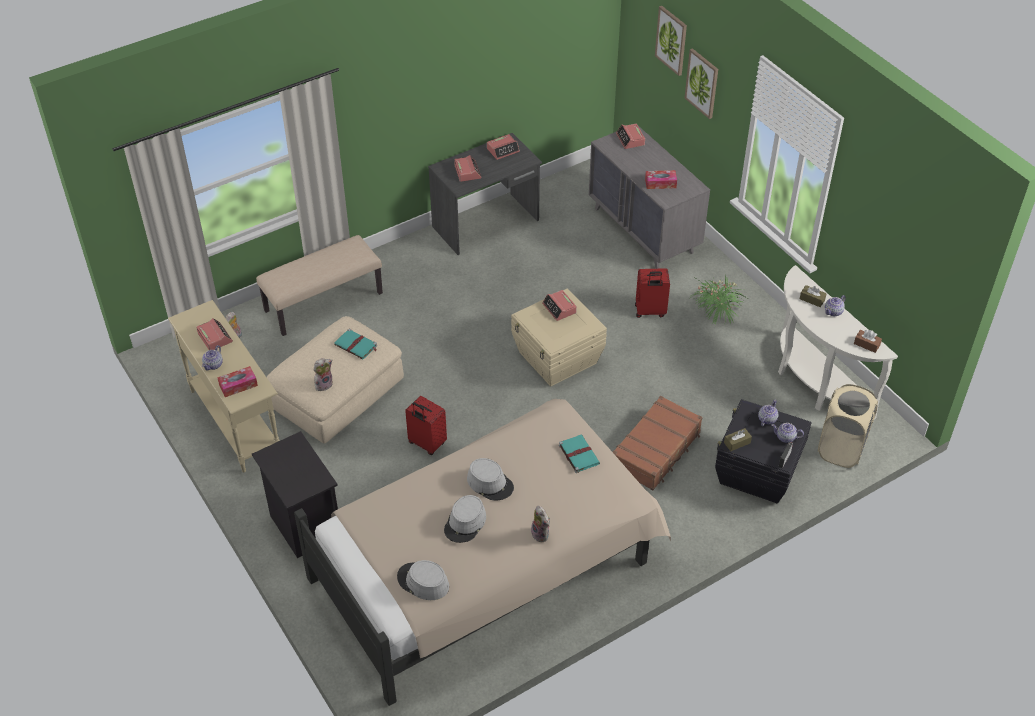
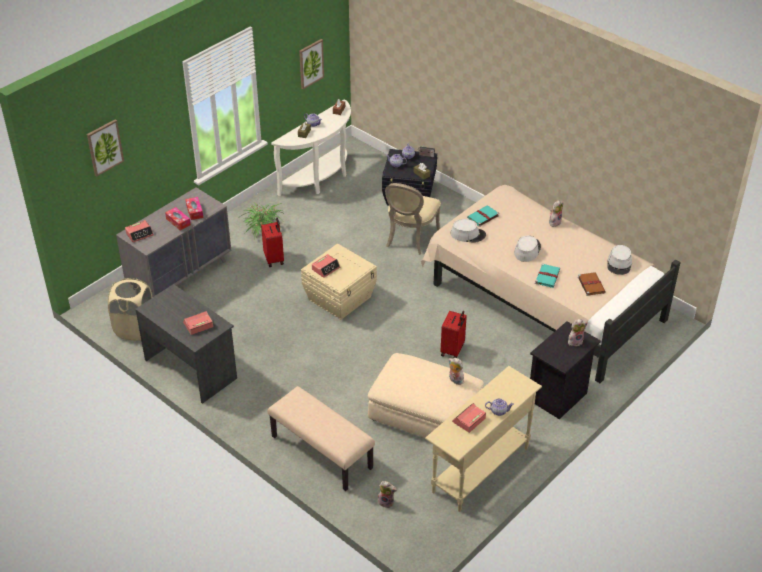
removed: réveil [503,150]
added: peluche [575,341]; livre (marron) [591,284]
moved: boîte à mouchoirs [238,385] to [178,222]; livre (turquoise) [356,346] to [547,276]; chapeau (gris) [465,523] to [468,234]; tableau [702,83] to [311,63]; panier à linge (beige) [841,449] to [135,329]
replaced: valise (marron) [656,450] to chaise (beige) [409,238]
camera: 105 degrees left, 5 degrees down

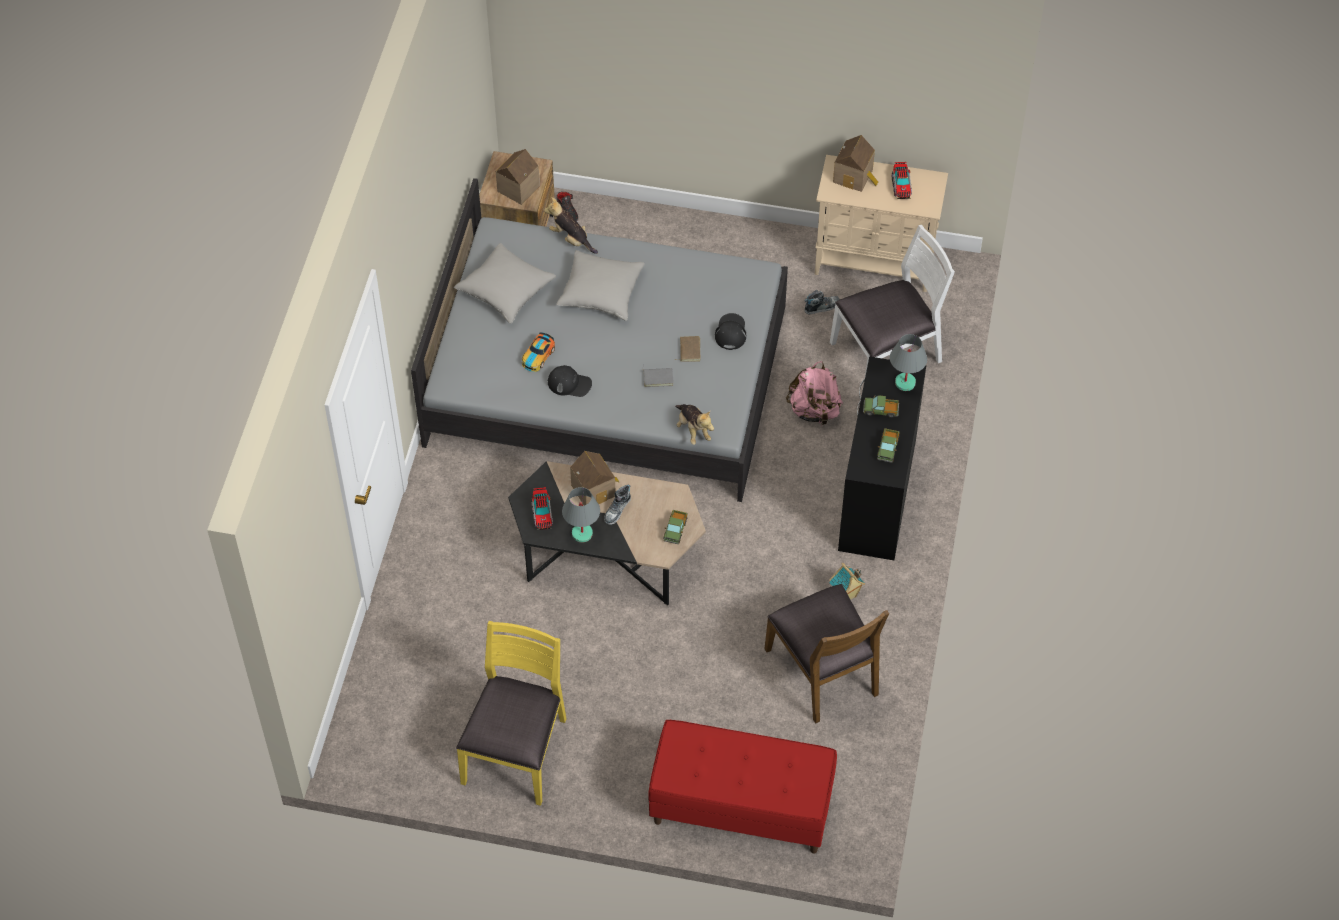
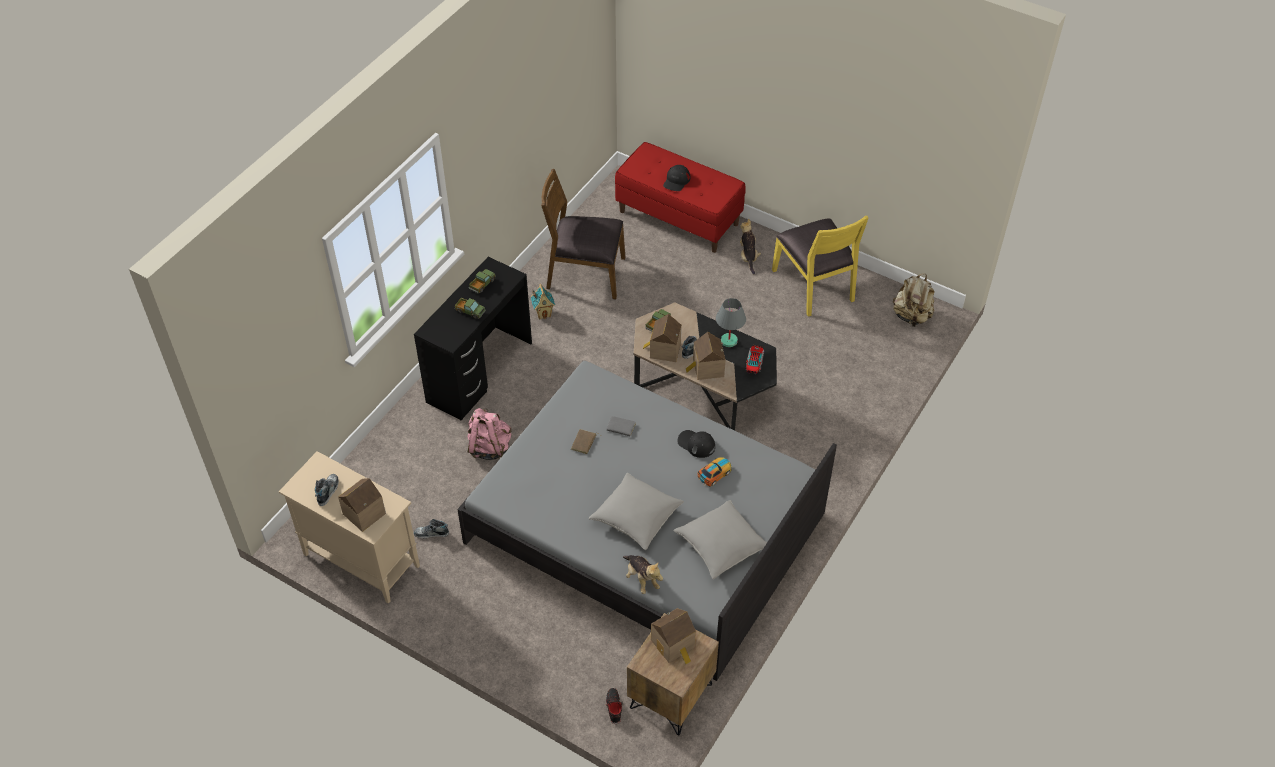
removed: chaise (blanc) [887,353]; lampe de table (gris) [904,382]
added: maison miniature [663,350]; sac à dos (beige) [911,316]
moved: peluche [693,430] to [748,256]; casquette (noir) [730,332] to [676,181]
replaced: camion jouet [901,185] to chaussure [328,491]
turned: chaise (jaune) [516,751] = [814,285] 60 degrees counterclockwise; chaise (marron) [823,671] = [585,274] 75 degrees counterclockwise
camera: 160 degrees left, 5 degrees down

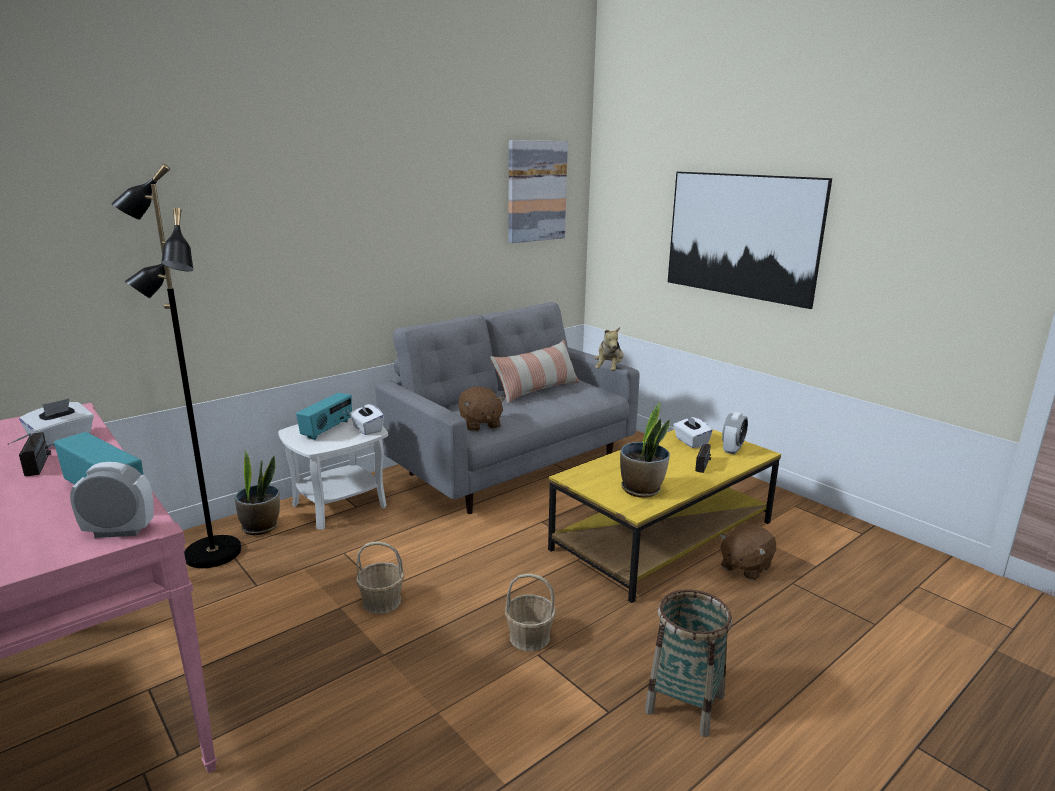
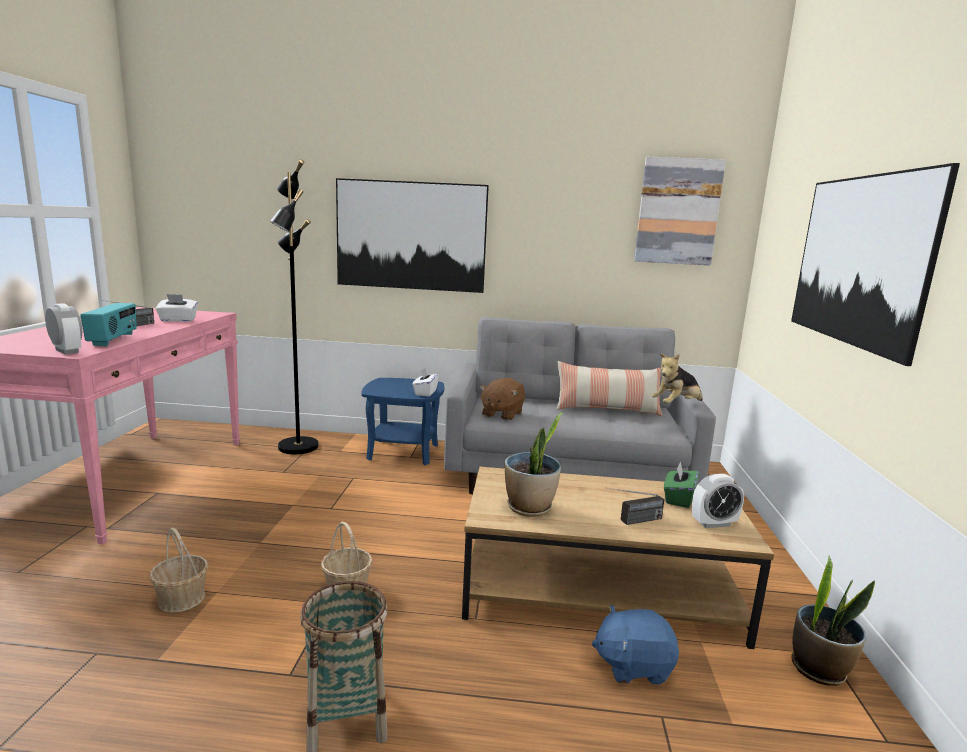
removed: radio [327,429]
added: tableau [411,236]
moved: plante en pot [261,527] to [819,669]; panier [382,602] to [181,599]
recoloured: table d'appoint (blanc) [339,505] to table d'appoint (bleu) [403,452]; table basse (jaune) [662,535] to table basse (marron) [598,590]; boîte à mouchoirs (blanc) [690,442] to boîte à mouchoirs (vert) [678,498]; peluche (marron) [745,566] to peluche (bleu) [633,665]
camera: 45 degrees right, 5 degrees down

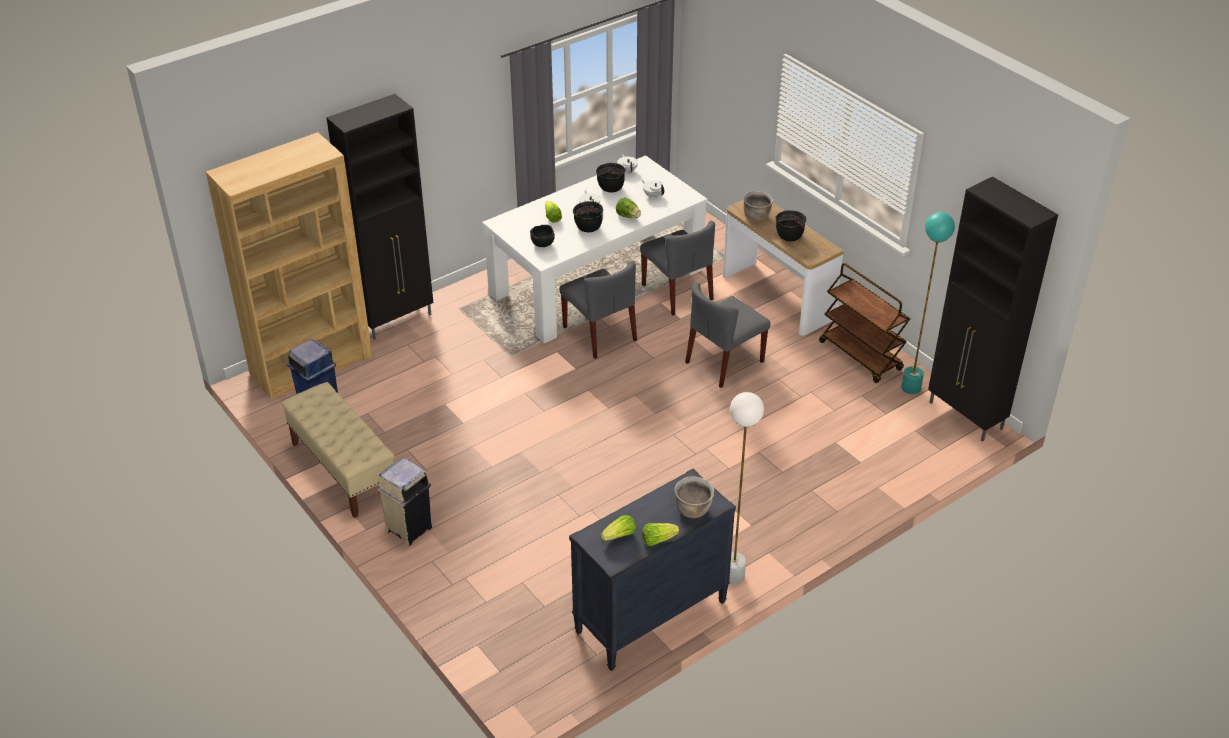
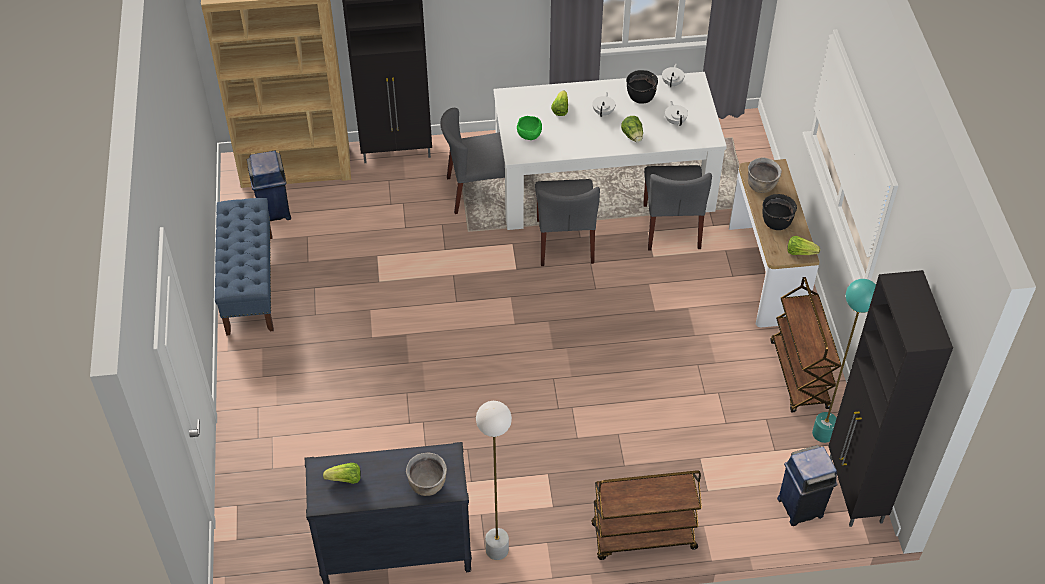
removed: poubelle (beige) [409,528]; marmite (noir) [588,228]
added: chariot (marron) [643,537]; poubelle (bleu) [801,507]
moved: laitue [658,539] to [800,252]; chaise (gris) [724,362] to [479,191]
recoloured: banc (beige) [343,470] to banc (bleu) [249,284]; bol (noir) [543,244] to bol (vert) [530,136]
camera: 30 degrees right, 10 degrees up

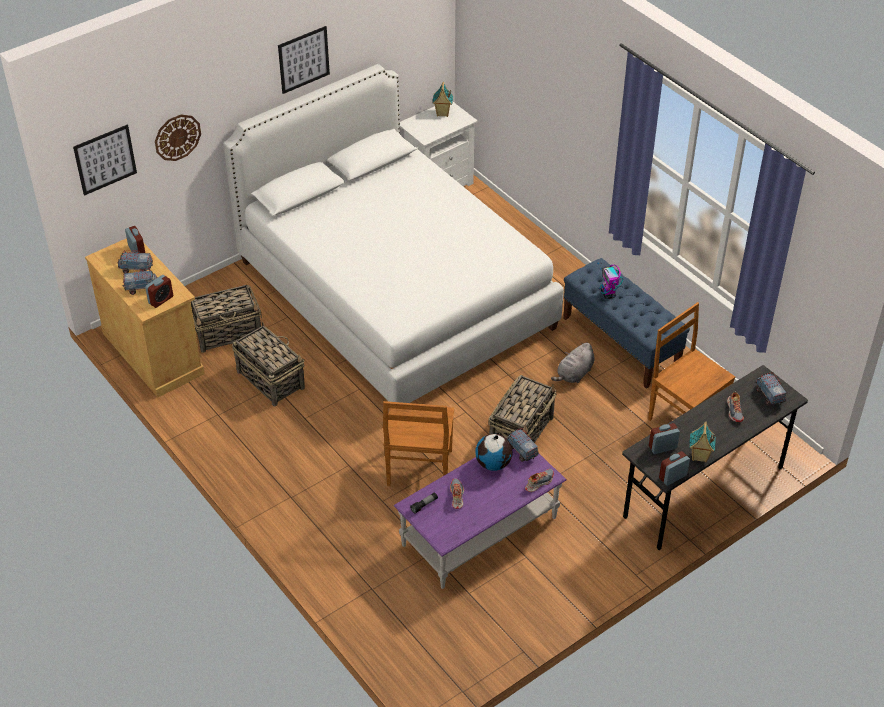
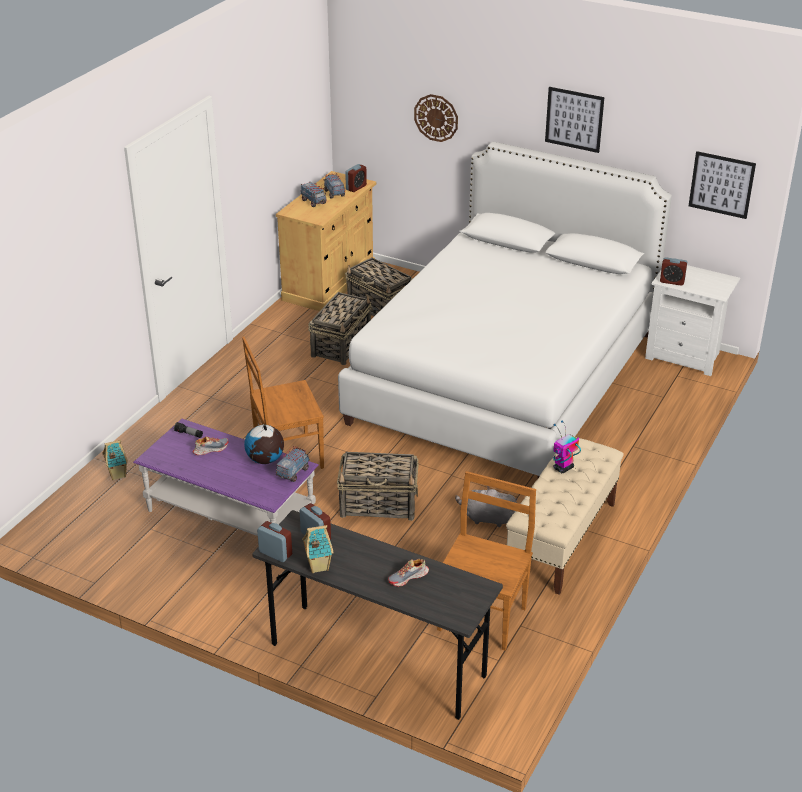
removed: chaussure [539,482]; camion jouet [769,395]
moved: tableau [105,159] to [721,184]; réveil [161,300] to [672,281]; maison miniature [442,113] to [117,474]
recoloured: banc (bleu) [621,343] to banc (beige) [562,539]
camera: 65 degrees right, 10 degrees down

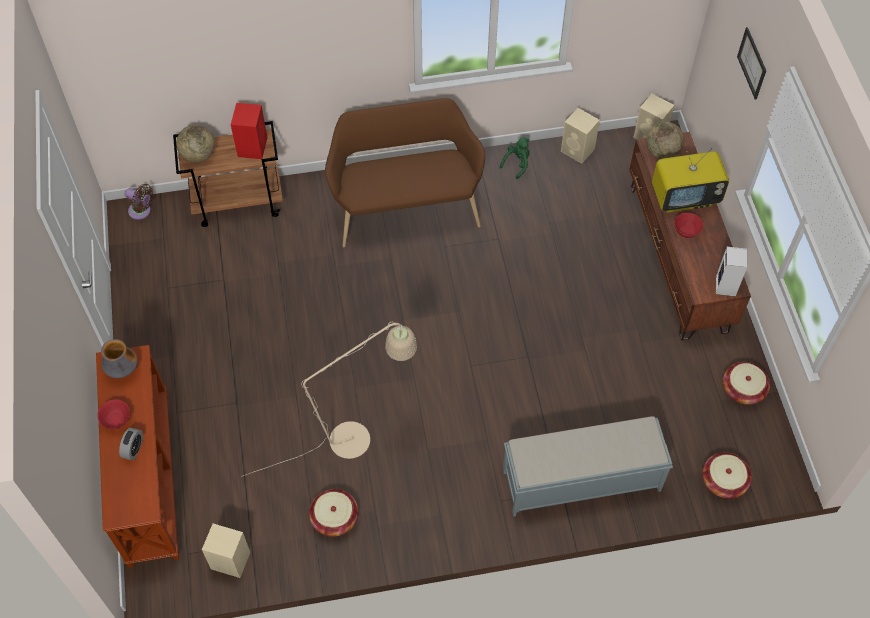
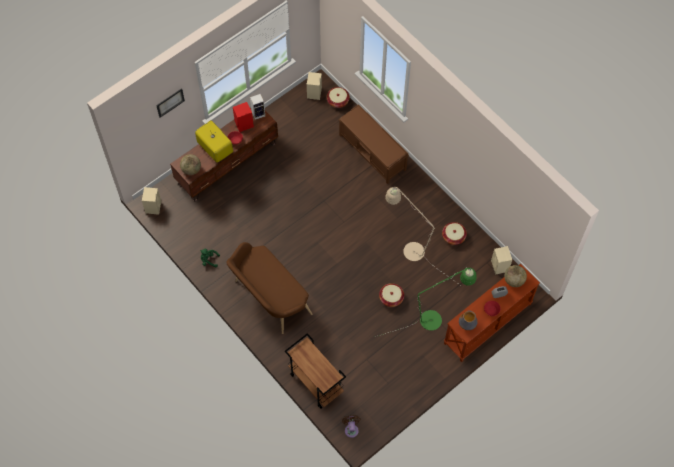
added: lampadaire (vert) [436,318]
moved: globe [198,155] to [514,280]; enceinte (rouge) [252,146] to [243,124]; enceinte (beige) [578,151] to [314,92]; panier [743,389] to [391,298]
recoloured: banc (gris) [580,480] to banc (marron) [373,152]
camera: 120 degrees left, 5 degrees up

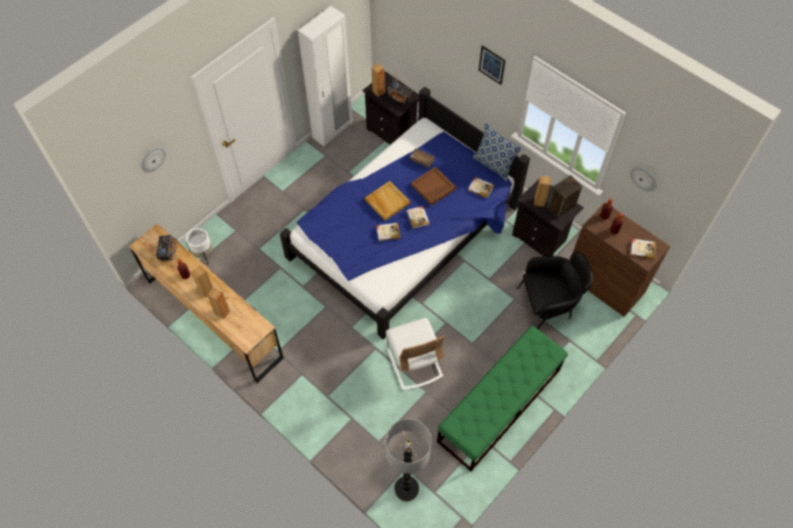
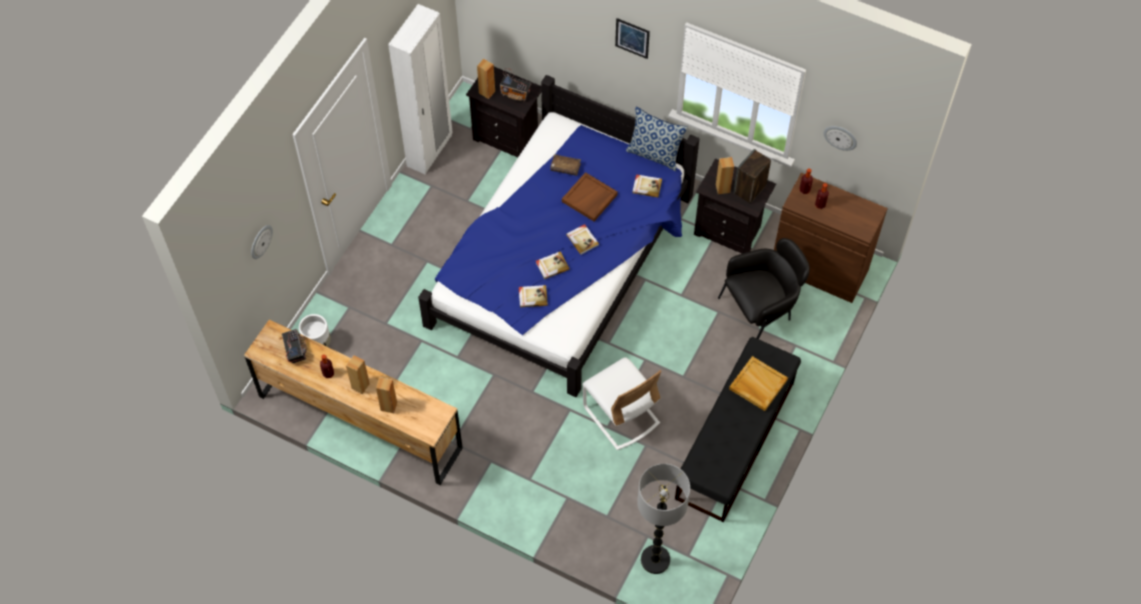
moved: plateau (beige) [386,201] to [757,384]; livre [642,249] to [532,296]
recoloured: banc (vert) [499,405] to banc (noir) [735,440]
camera: 15 degrees left, 0 degrees up

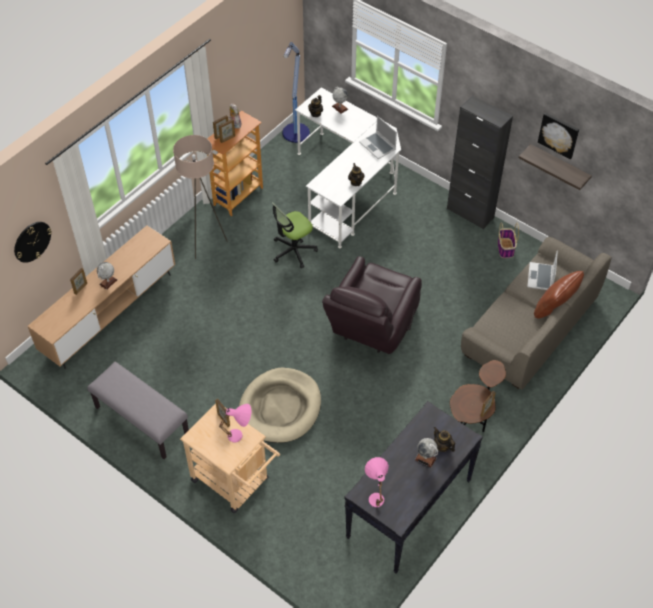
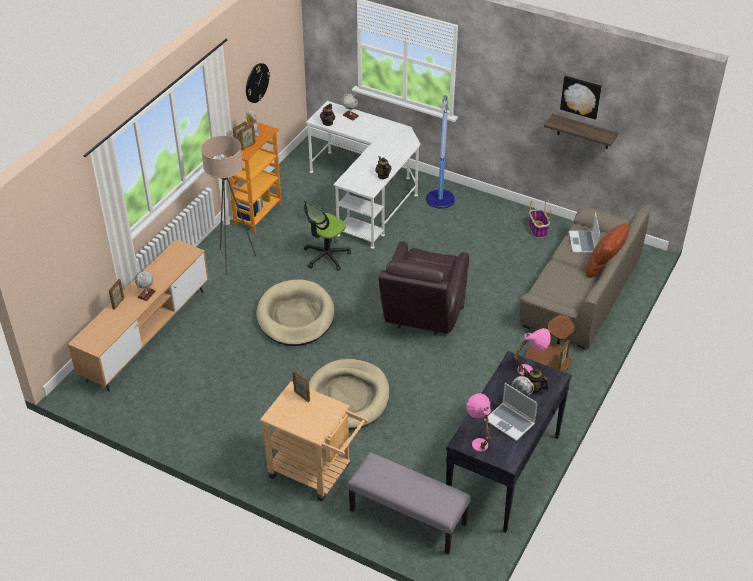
removed: meuble de rangement (noir) [470,213]
added: panier pour chien (beige) [295,316]
moved: horloge murale [32,241] to [256,82]; banc (gris) [141,421] to [407,517]; lampe de table (rose) [240,436] to [531,370]; lampadaire [295,133] to [440,200]; ordinateur portable [378,146] to [510,422]
camera: 10 degrees left, 10 degrees down

